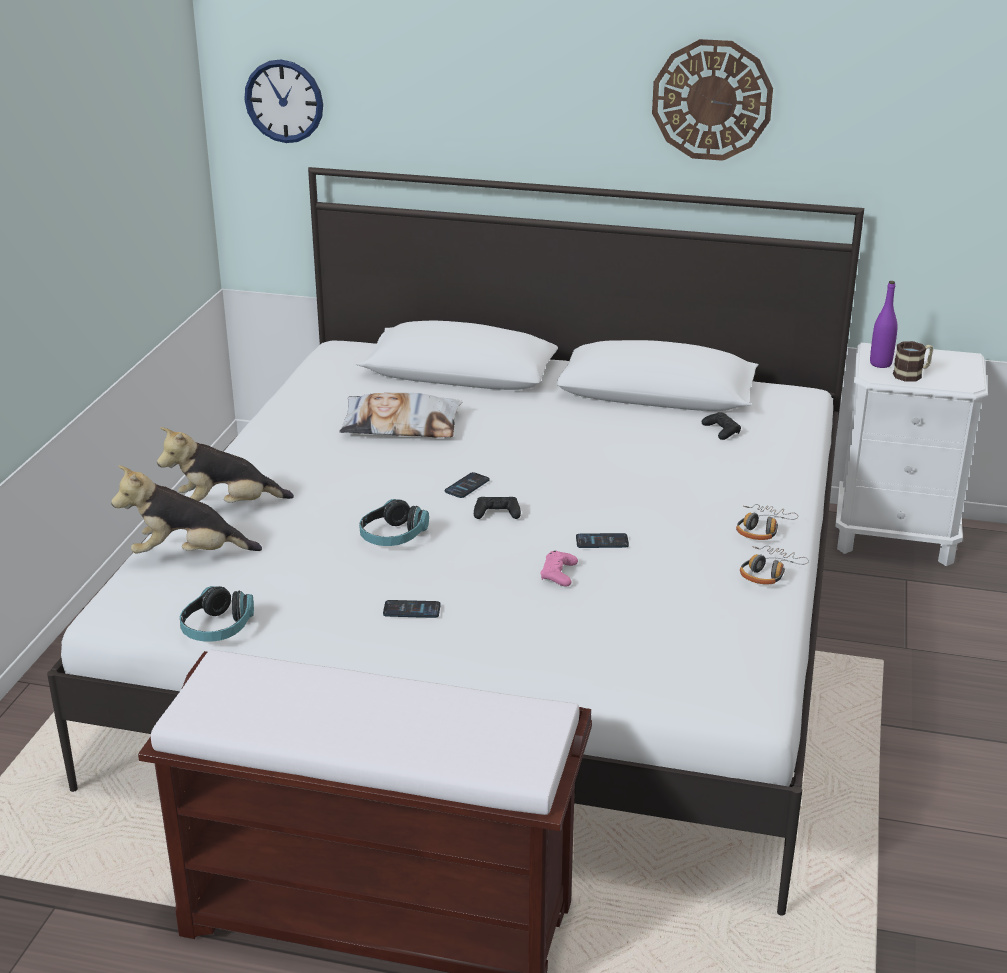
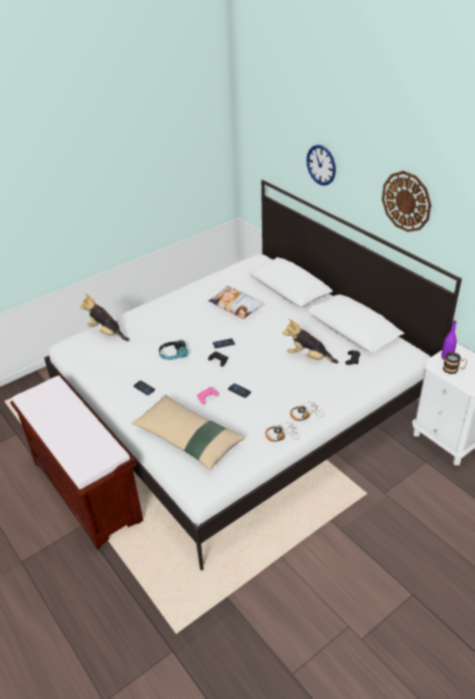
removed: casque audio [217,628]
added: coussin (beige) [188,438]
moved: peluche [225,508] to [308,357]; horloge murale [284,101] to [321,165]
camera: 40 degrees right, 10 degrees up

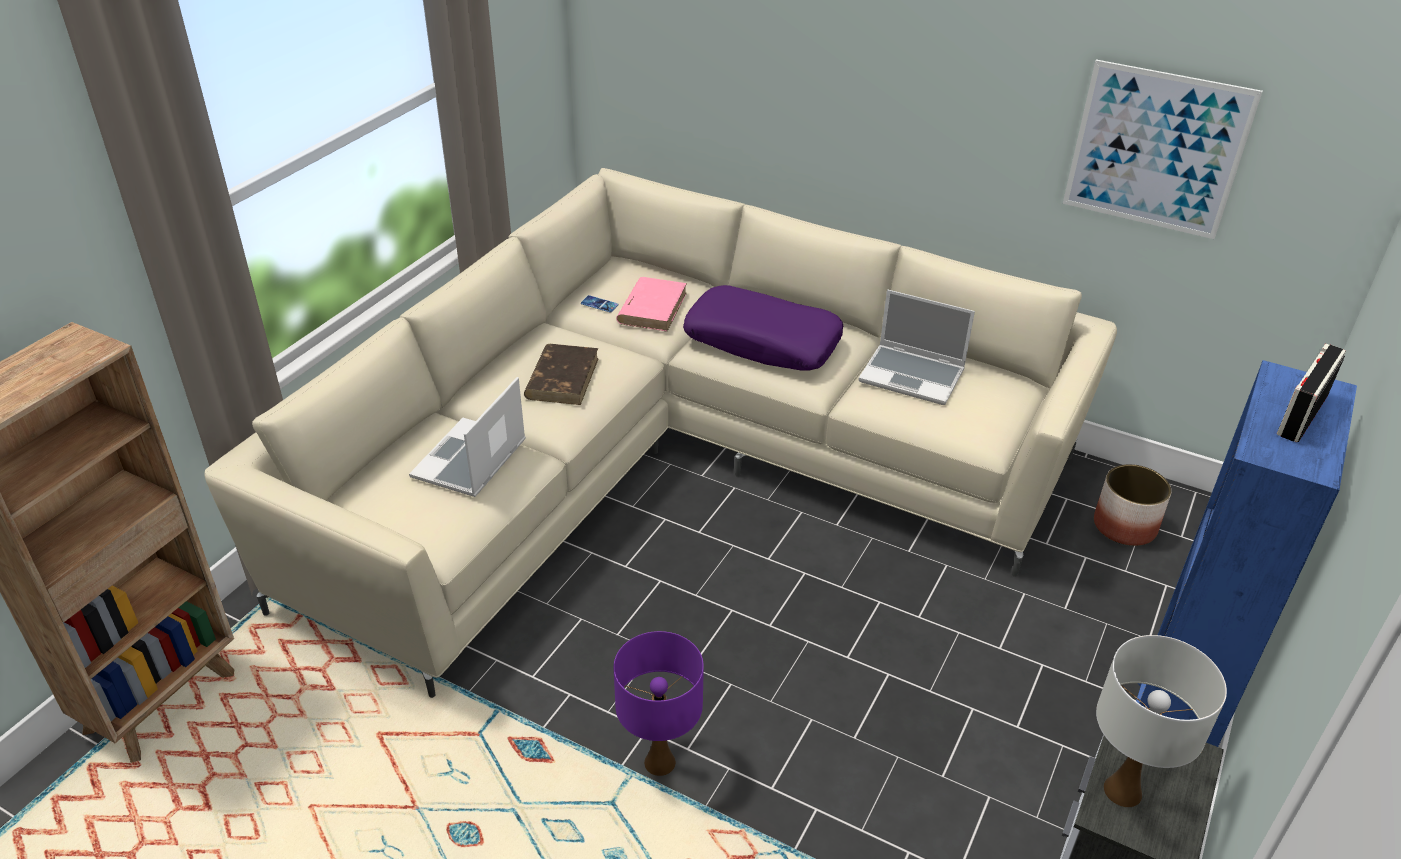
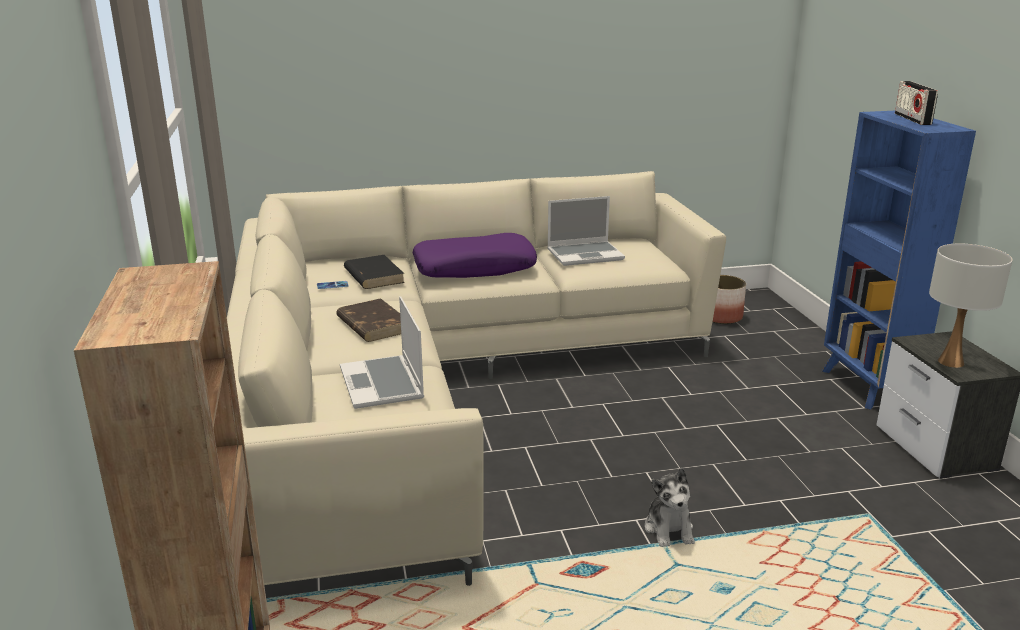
removed: tableau [1156,150]
replaced: lampe de table (violet) [660,762] to peluche [669,529]
recoloured: livre (rose) [652,307] to livre (noir) [373,275]
camera: 40 degrees left, 15 degrees down

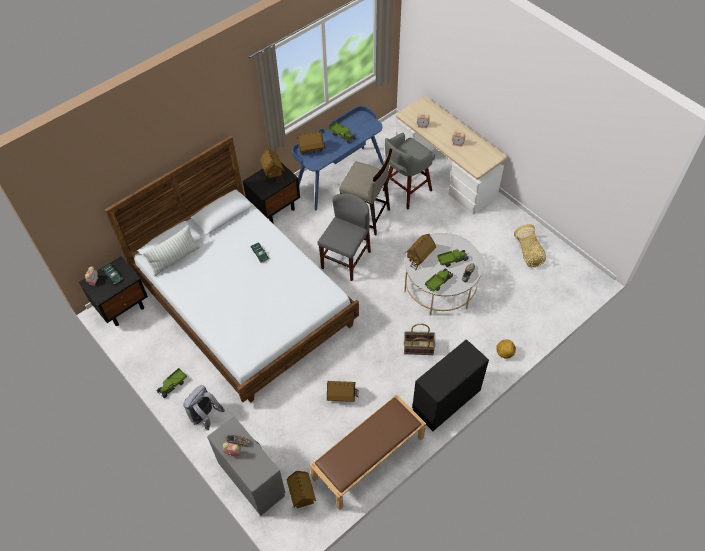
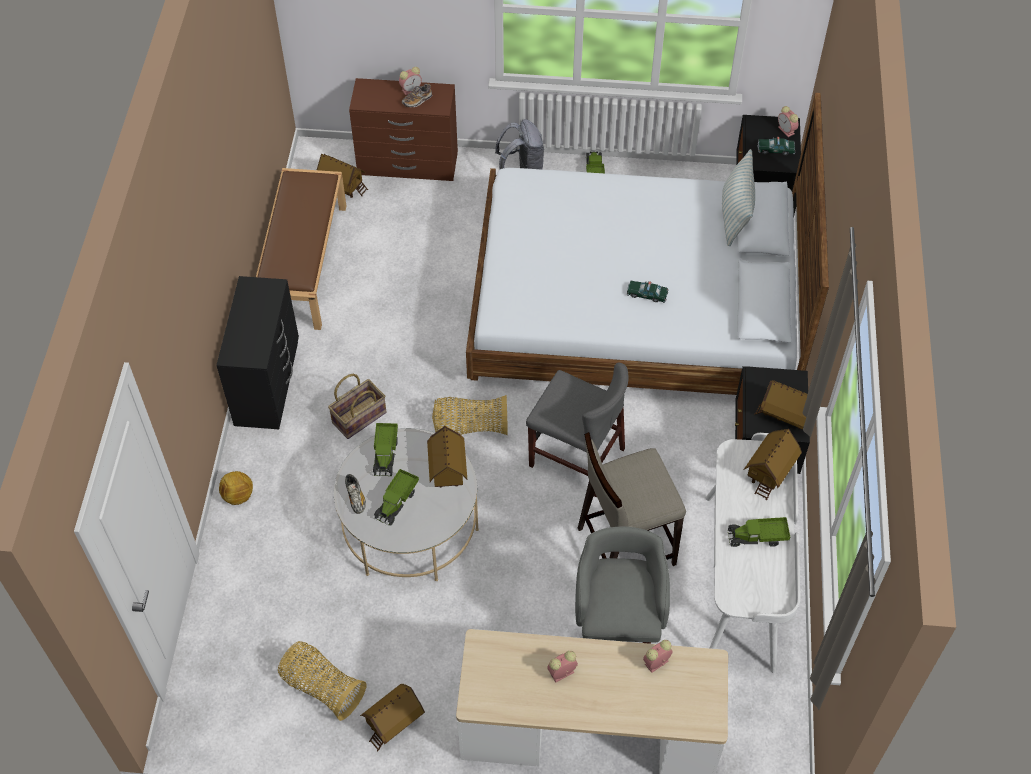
added: panier [470,427]
moved: maison miniature [342,396] to [393,723]
recoloured: commode (gris) [252,478] to commode (marron) [408,164]; bureau (bleu) [339,177] to bureau (blanc) [741,581]
turned: chaise (gris) [346,260] = [576,457] 45 degrees counterclockwise
camera: 135 degrees right, 0 degrees up

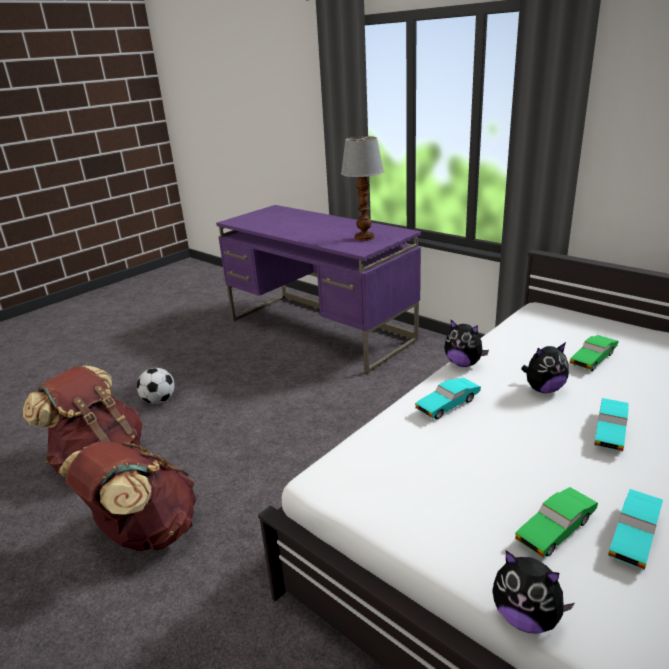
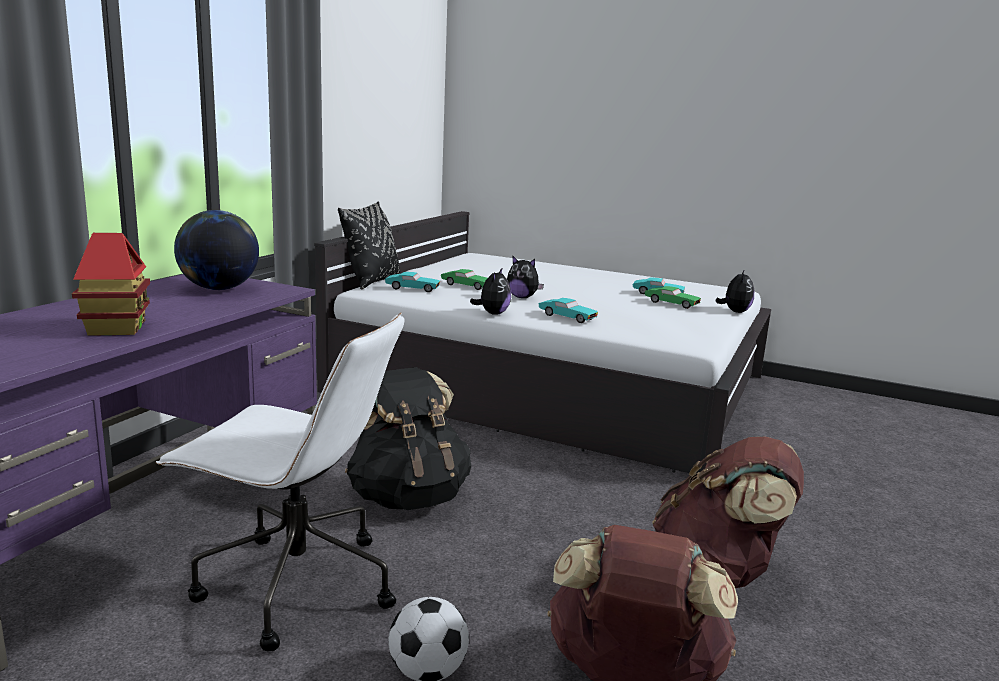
added: maison miniature [116,328]; chaise de bureau (blanc) [294,586]; coussin (noir) [372,280]; sac à dos (noir) [407,496]
moved: petite voiture (turquoise) [610,432] to [412,289]
replaced: lampe de table [365,237] to globe [219,288]
turned: peluche [543,389] = [522,297] 150 degrees clockwise
camera: 110 degrees left, 10 degrees down

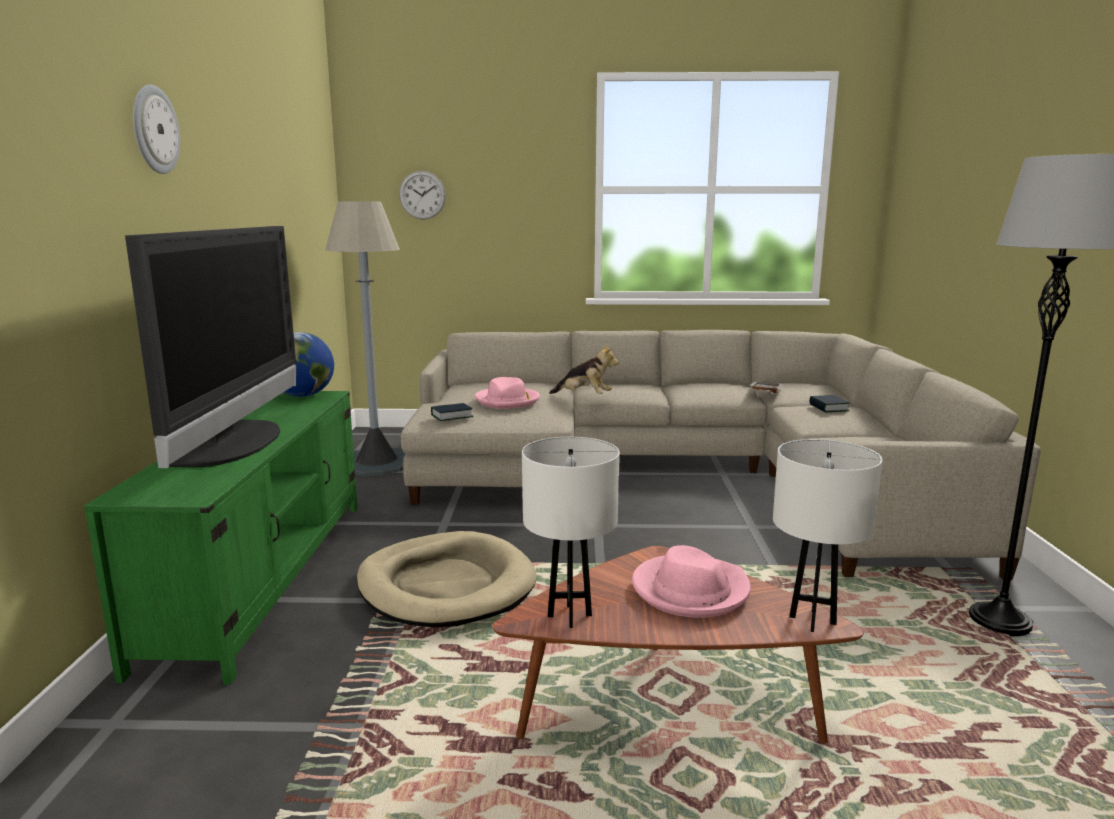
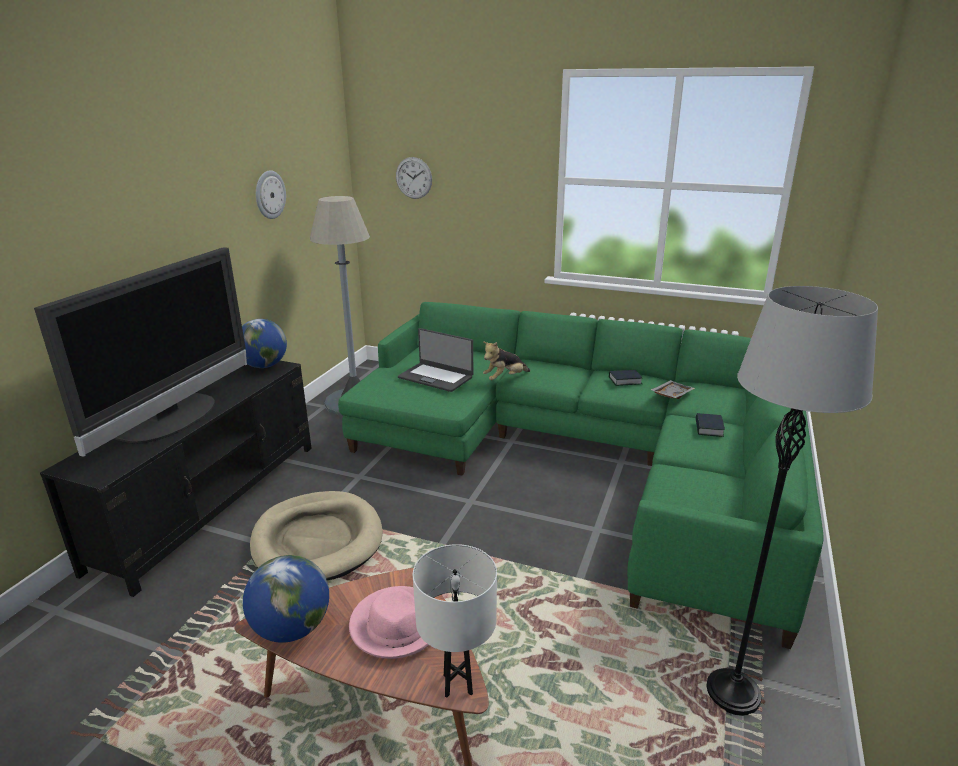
moved: horloge murale [154,130] to [269,194]; livre [452,416] to [625,380]
replaced: chapeau (rose) [508,401] to ordinateur portable [436,377]; lampe de table (blanc) [570,616] to globe [292,629]
recoloured: meuble télé (vert) [264,575] to meuble télé (noir) [212,503]; canapé (beige) [682,474] to canapé (vert) [584,456]
turned: peluche [584,396] = [505,378] 105 degrees clockwise
camera: 20 degrees right, 10 degrees up

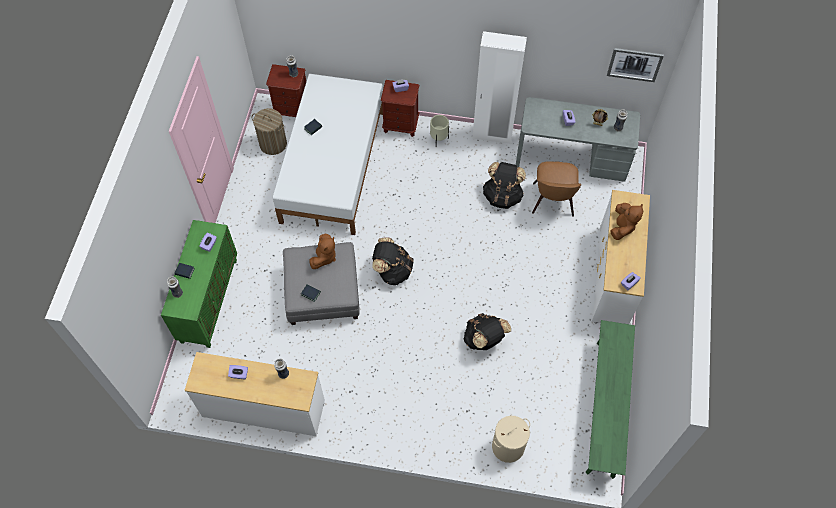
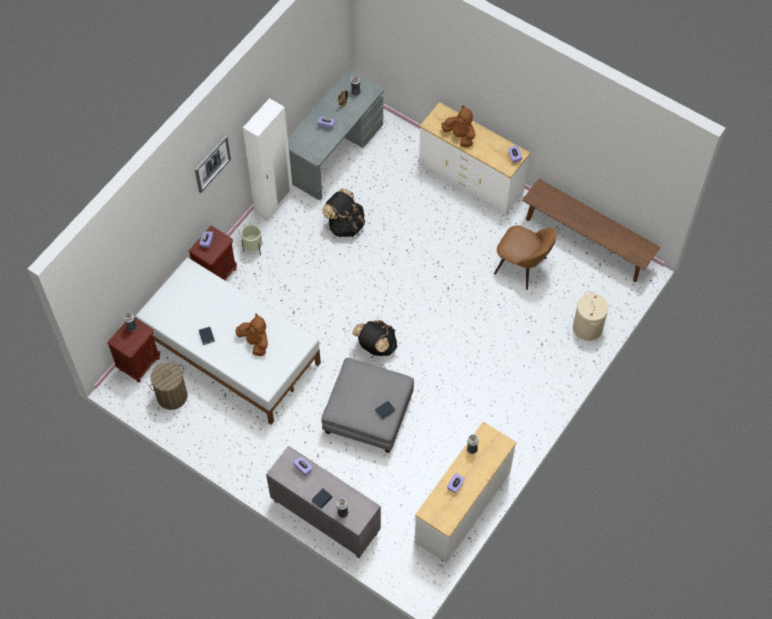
removed: sac à dos (noir) [484,339]
moved: peluche (marron) [324,257] to [255,342]; chaise (marron) [553,201] to [522,267]; tableau [634,64] to [212,163]
recoloured: meuble de rangement (vert) [209,300] to meuble de rangement (gris) [324,517]; banc (vert) [605,407] to banc (marron) [586,242]
camera: 65 degrees left, 0 degrees up

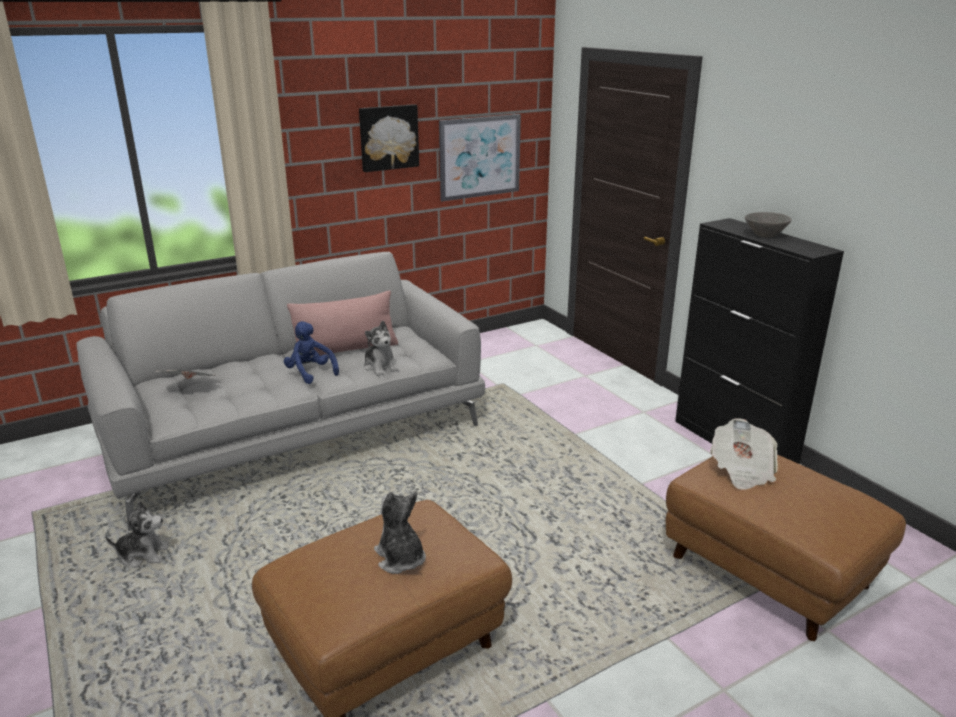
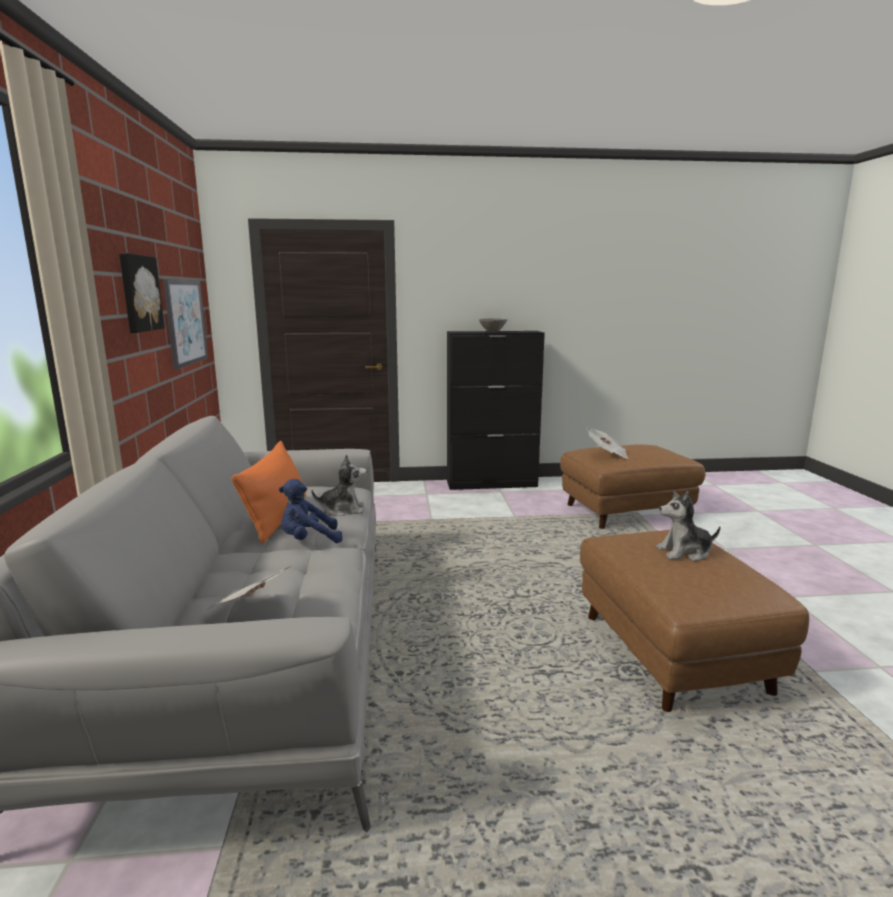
removed: peluche [143,555]
recoloured: coussin (rose) [346,349] to coussin (orange) [277,517]
camera: 65 degrees left, 10 degrees down

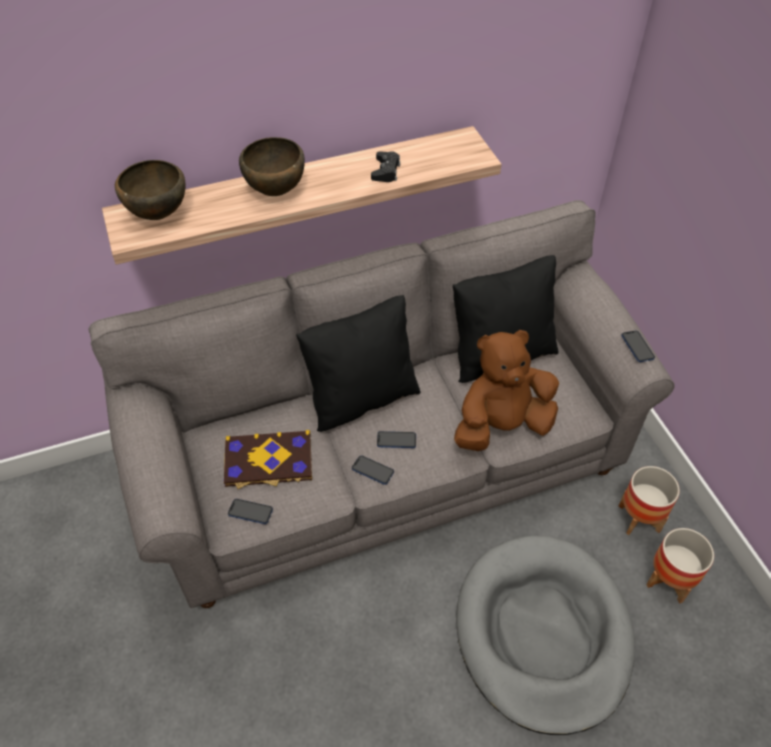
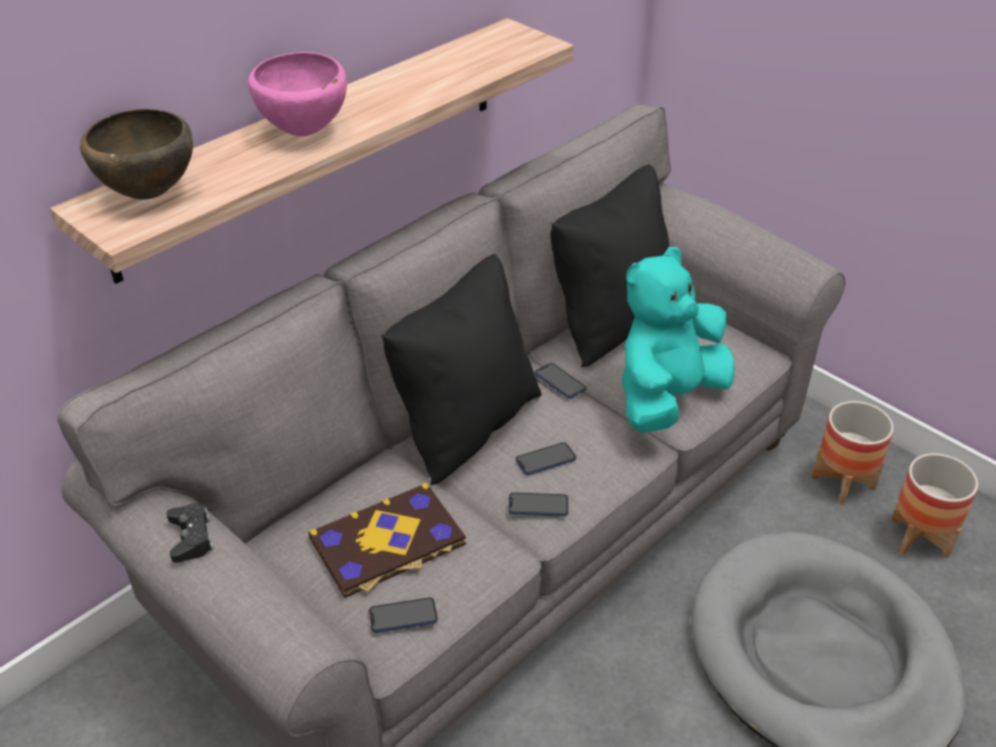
moved: manette (noir) [386,171] to [191,537]; téléphone [637,347] to [560,382]
recoloured: bol (marron) [276,192] to bol (rose) [305,132]; peluche (marron) [501,425] to peluche (turquoise) [667,398]
camera: 25 degrees left, 10 degrees down

